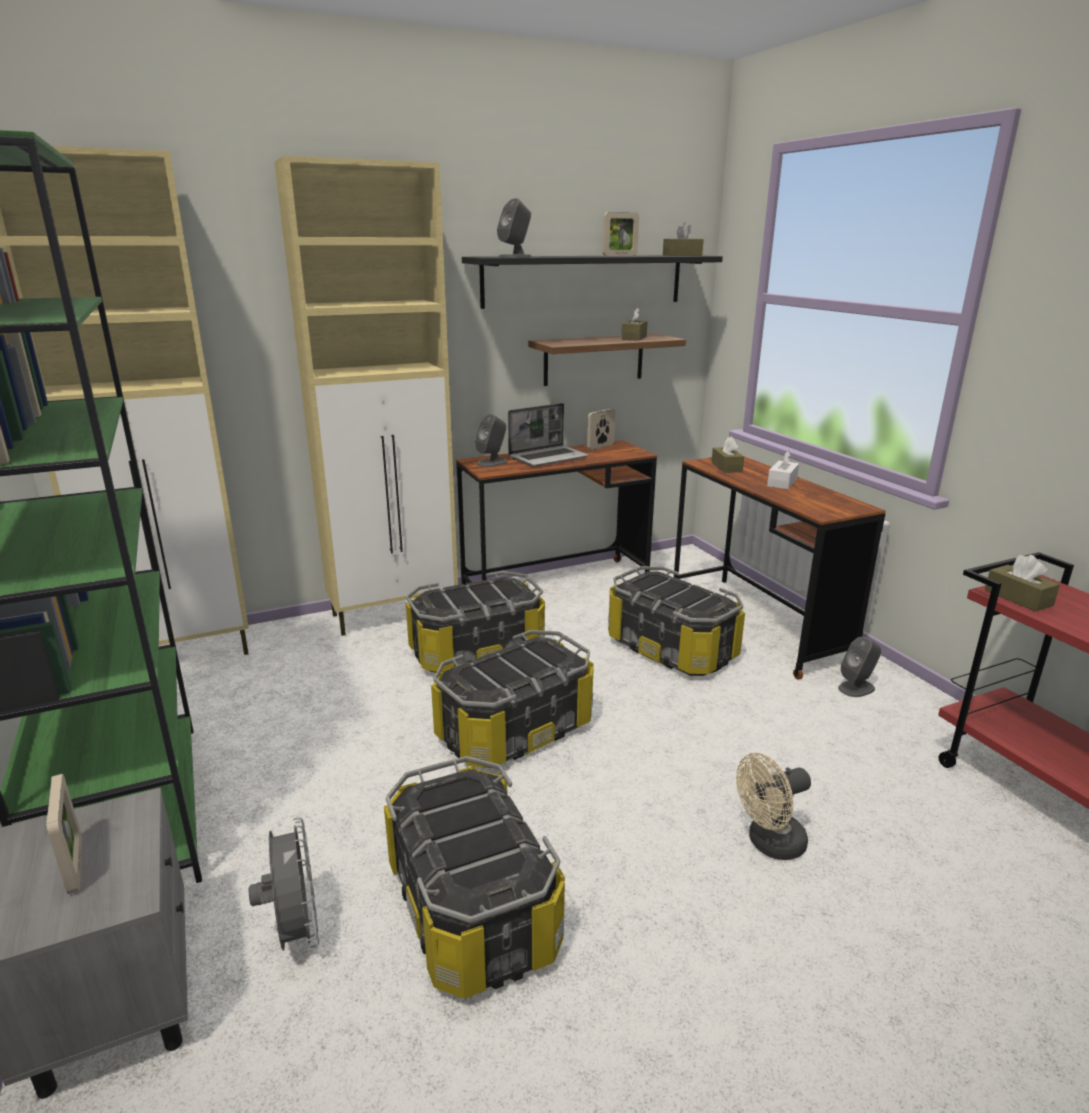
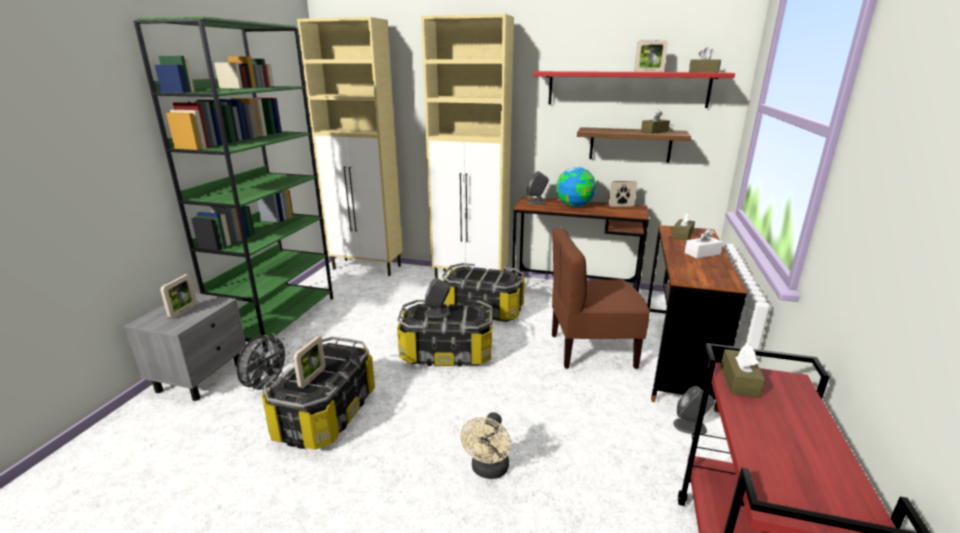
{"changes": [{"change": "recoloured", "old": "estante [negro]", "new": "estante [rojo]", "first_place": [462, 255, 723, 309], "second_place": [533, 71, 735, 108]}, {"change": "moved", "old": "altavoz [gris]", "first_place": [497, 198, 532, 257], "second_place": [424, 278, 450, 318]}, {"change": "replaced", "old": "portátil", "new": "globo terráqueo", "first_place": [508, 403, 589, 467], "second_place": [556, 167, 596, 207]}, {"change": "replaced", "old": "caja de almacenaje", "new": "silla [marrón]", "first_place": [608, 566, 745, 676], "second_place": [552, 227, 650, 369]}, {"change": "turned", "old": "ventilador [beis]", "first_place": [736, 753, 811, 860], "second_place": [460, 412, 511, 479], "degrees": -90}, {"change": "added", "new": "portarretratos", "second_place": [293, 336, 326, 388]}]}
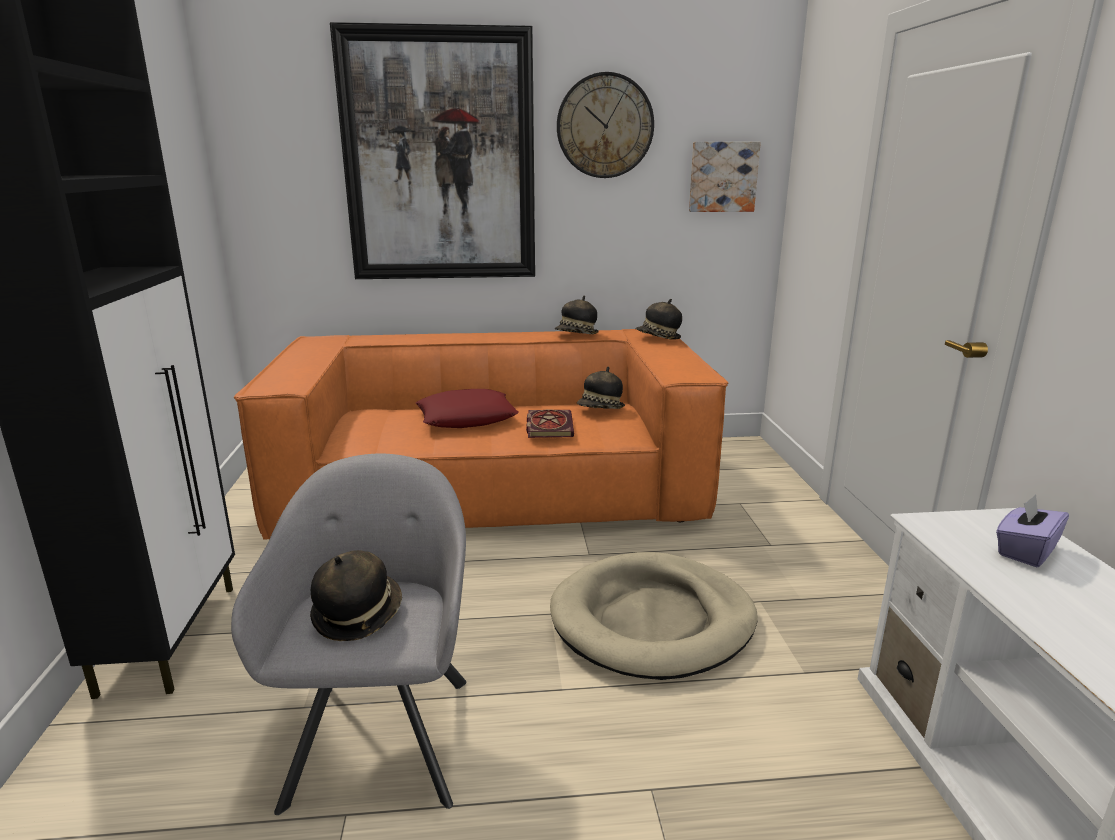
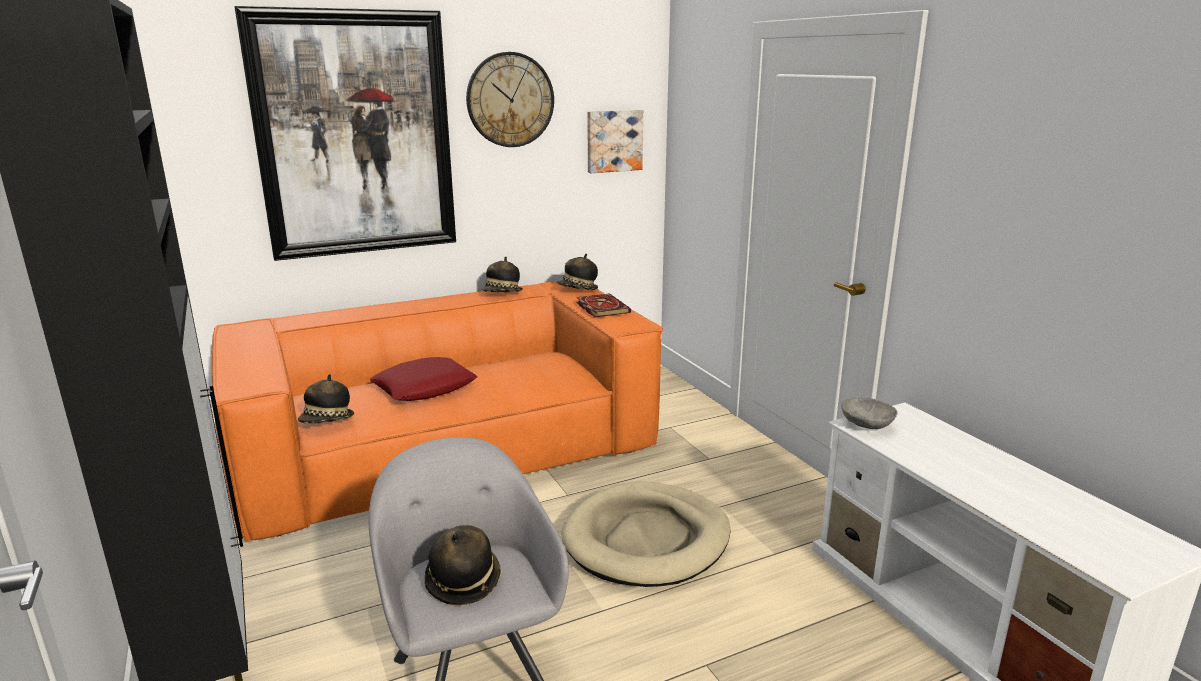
{"changes": [{"change": "moved", "old": "libro", "first_place": [526, 409, 574, 438], "second_place": [576, 293, 631, 318]}, {"change": "moved", "old": "sombrero", "first_place": [577, 366, 625, 409], "second_place": [298, 374, 354, 423]}, {"change": "removed", "old": "caja de pañuelos [morado]", "first_place": [996, 494, 1069, 567]}, {"change": "added", "new": "cuenco [gris]", "second_place": [842, 398, 898, 429]}]}
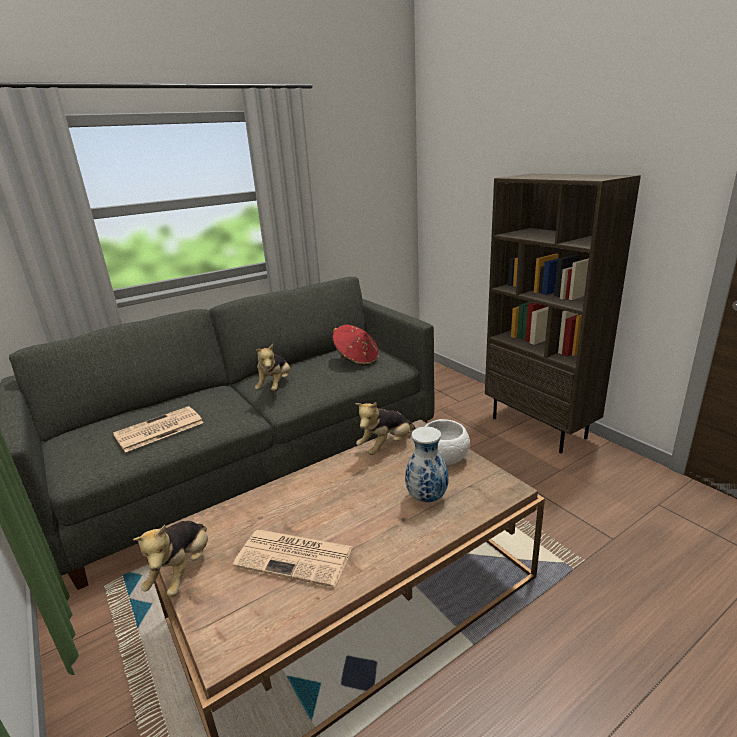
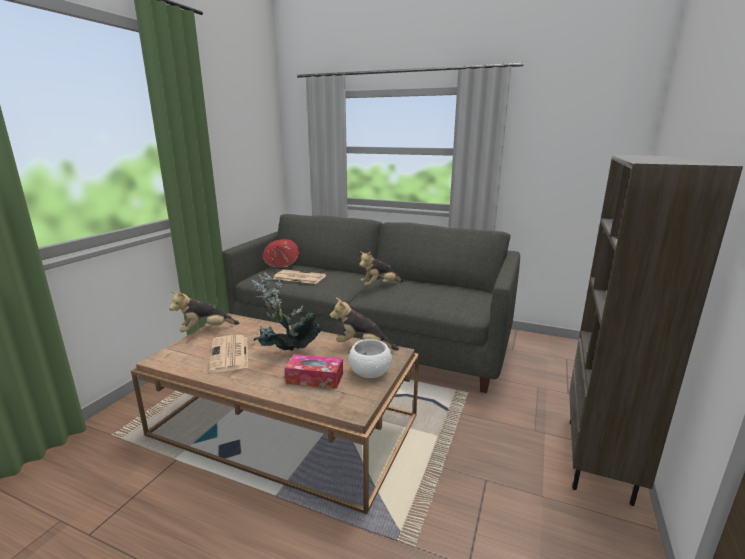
{"changes": [{"change": "moved", "old": "sombrero [rojo]", "first_place": [332, 325, 379, 366], "second_place": [262, 239, 299, 269]}, {"change": "replaced", "old": "florero", "new": "caja de pañuelos", "first_place": [405, 427, 448, 503], "second_place": [285, 354, 343, 389]}, {"change": "added", "new": "planta en maceta", "second_place": [252, 272, 321, 351]}]}
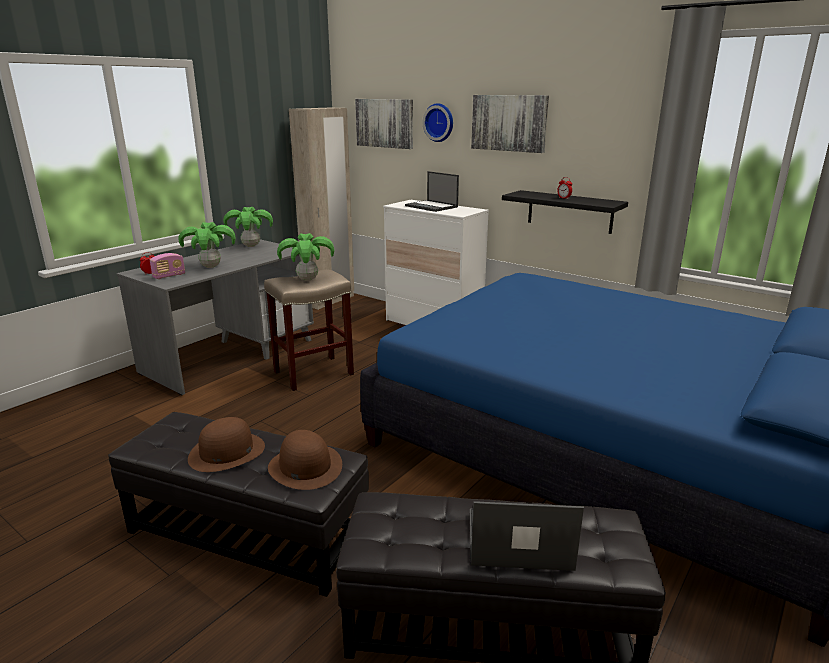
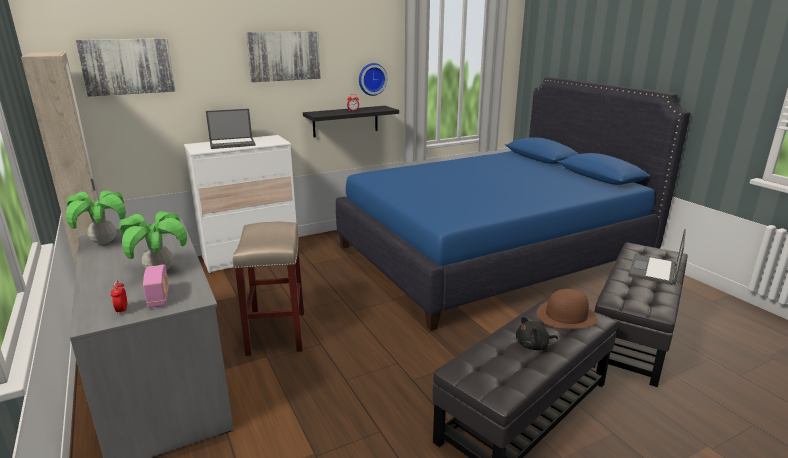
{"changes": [{"change": "replaced", "old": "sombrero [marrón]", "new": "peluche [negro]", "first_place": [188, 417, 265, 472], "second_place": [516, 316, 558, 350]}, {"change": "removed", "old": "planta en maceta", "first_place": [277, 233, 334, 281]}, {"change": "moved", "old": "reloj de pared", "first_place": [423, 103, 453, 142], "second_place": [359, 63, 387, 96]}]}
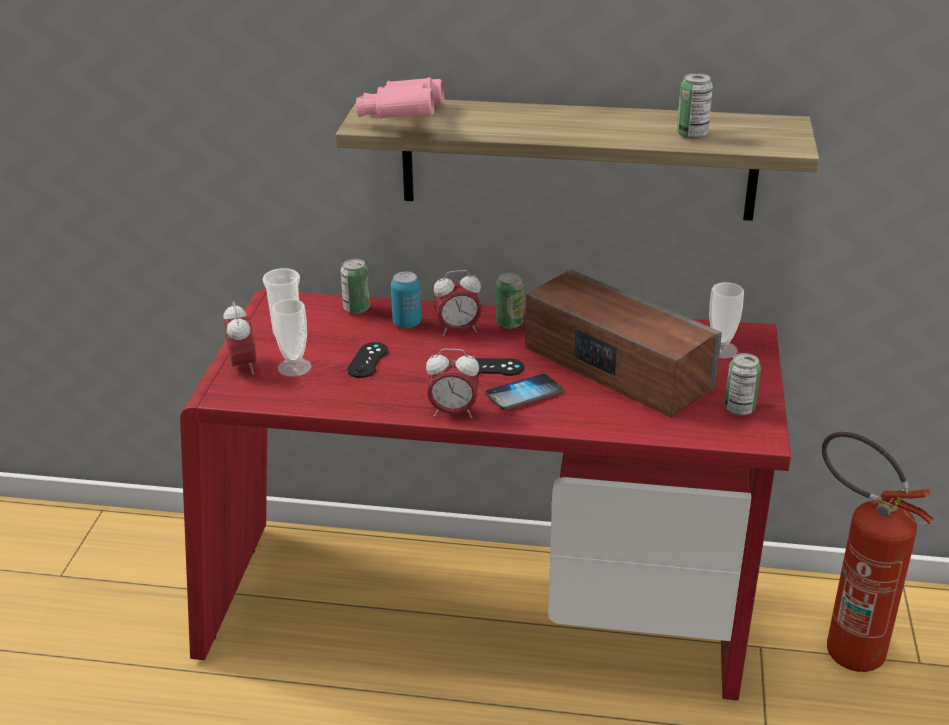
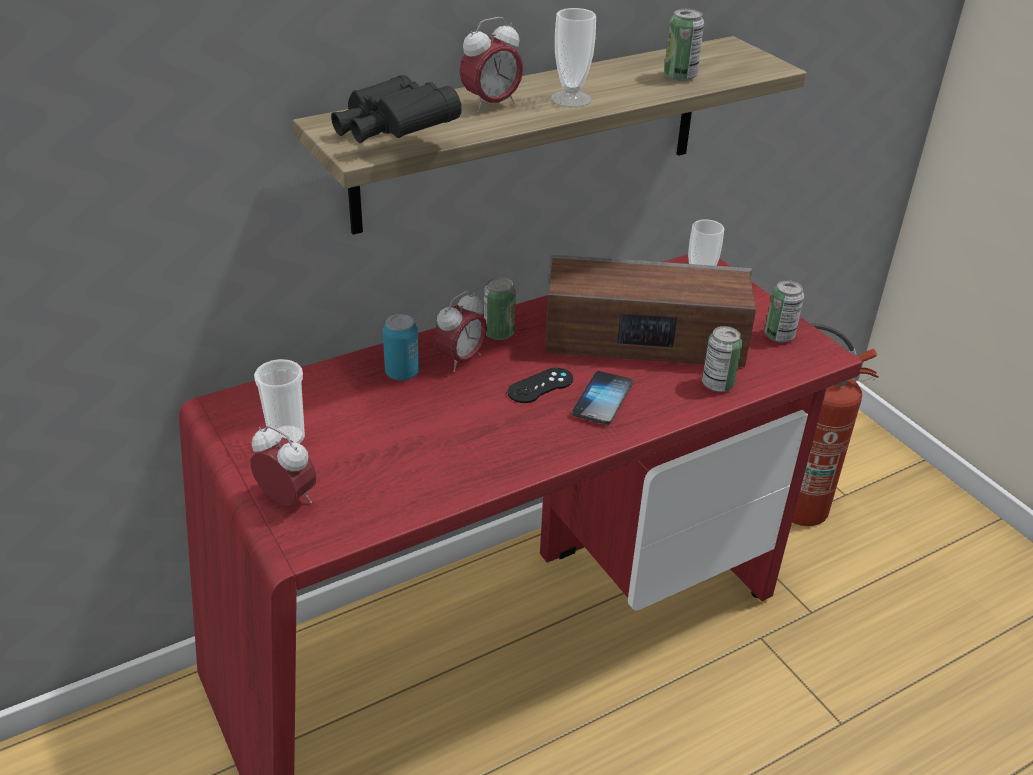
{"changes": [{"change": "moved", "old": "taza", "first_place": [272, 299, 312, 377], "second_place": [551, 8, 596, 107]}, {"change": "moved", "old": "lata", "first_place": [341, 259, 370, 314], "second_place": [702, 326, 742, 392]}, {"change": "removed", "old": "mando de consola [negro]", "first_place": [347, 342, 388, 378]}, {"change": "recoloured", "old": "prismáticos [rosa]", "new": "prismáticos [negro]", "first_place": [356, 77, 444, 119], "second_place": [331, 75, 462, 143]}, {"change": "moved", "old": "despertador", "first_place": [426, 349, 479, 418], "second_place": [460, 17, 523, 113]}]}
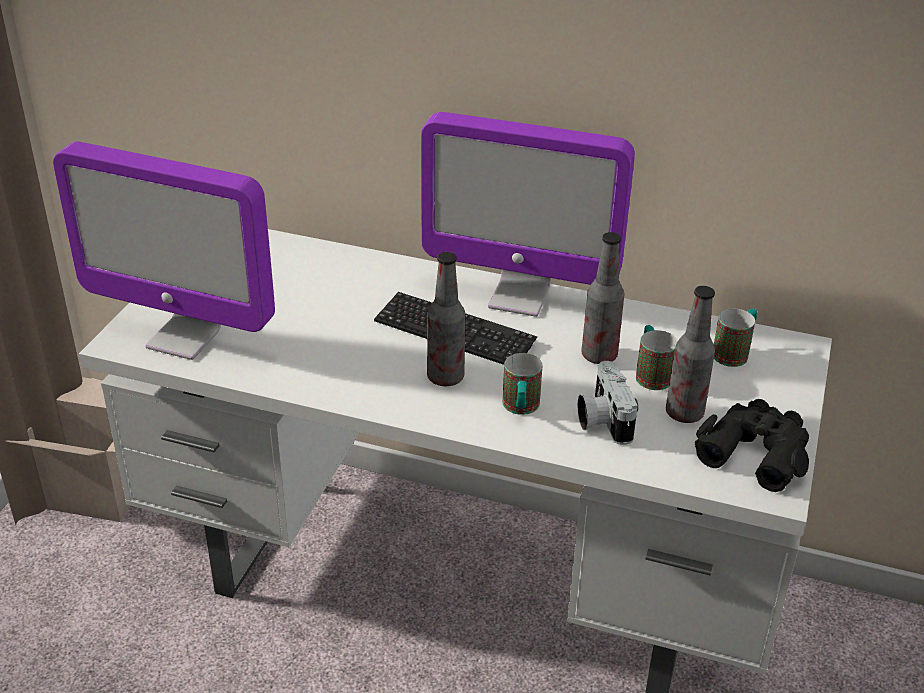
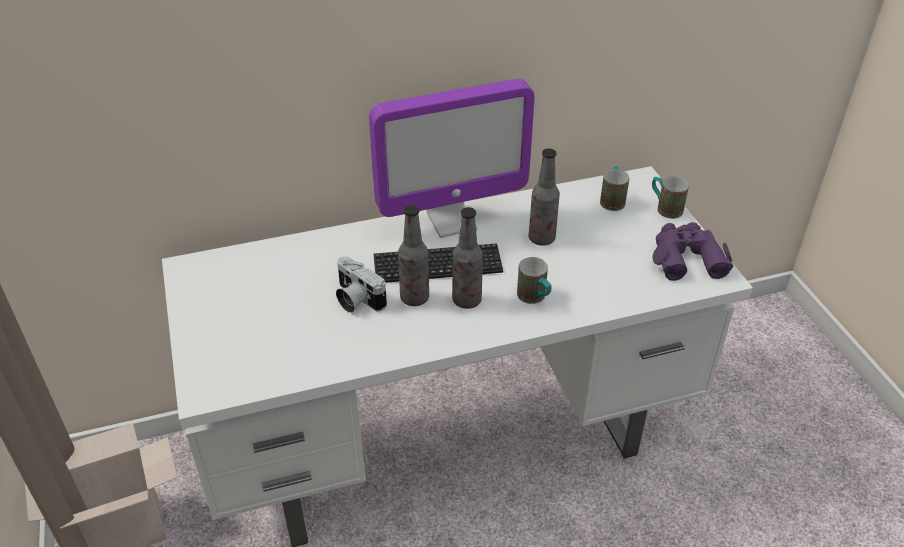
{"changes": [{"change": "removed", "old": "monitor", "first_place": [53, 141, 275, 360]}, {"change": "moved", "old": "cámara", "first_place": [578, 361, 638, 445], "second_place": [336, 256, 387, 313]}, {"change": "moved", "old": "taza grande", "first_place": [636, 325, 677, 390], "second_place": [652, 177, 689, 219]}, {"change": "moved", "old": "botella", "first_place": [666, 286, 715, 423], "second_place": [398, 205, 429, 306]}, {"change": "recoloured", "old": "prismáticos [negro]", "new": "prismáticos [morado]", "first_place": [695, 399, 809, 492], "second_place": [652, 222, 733, 281]}]}
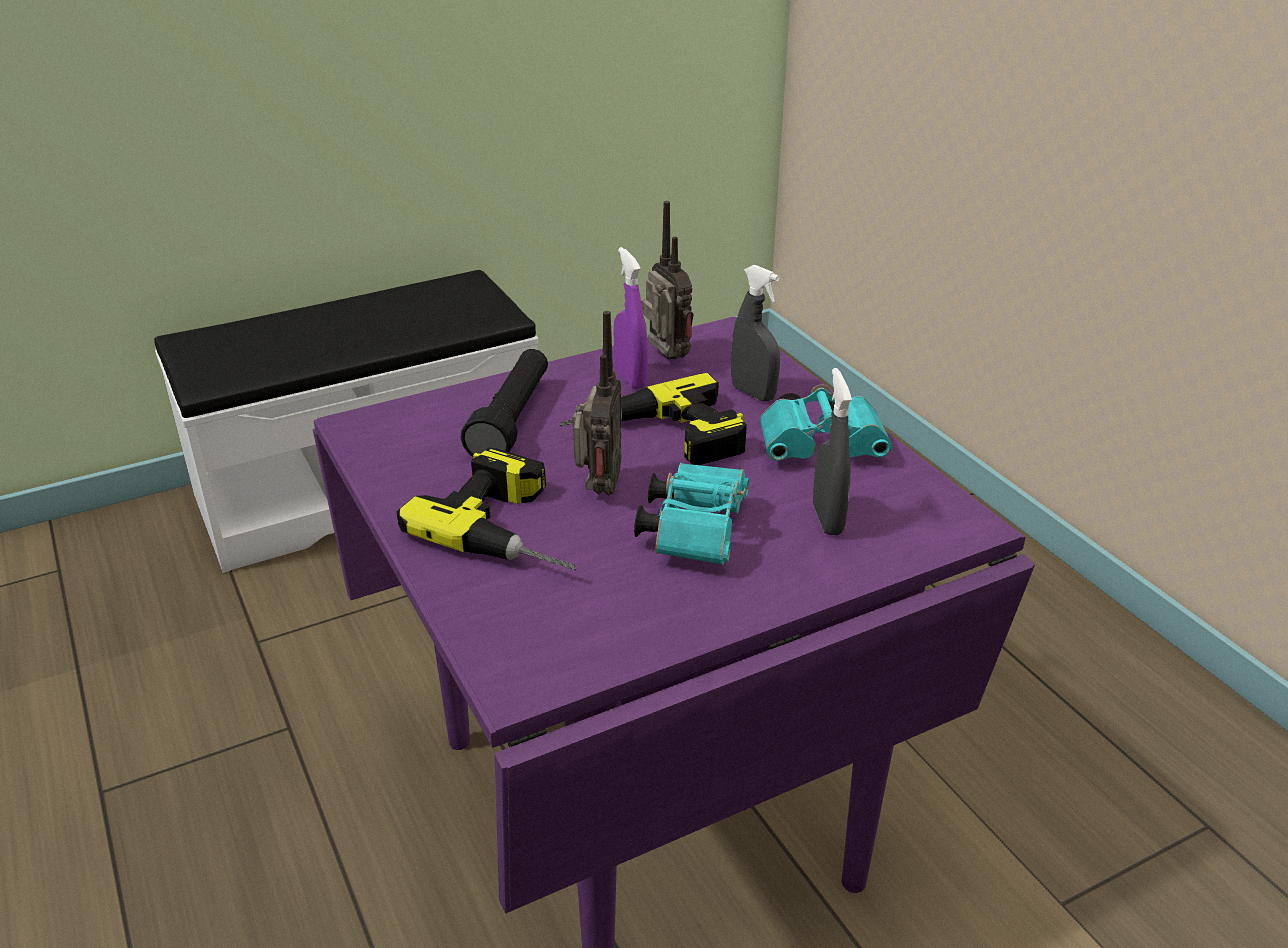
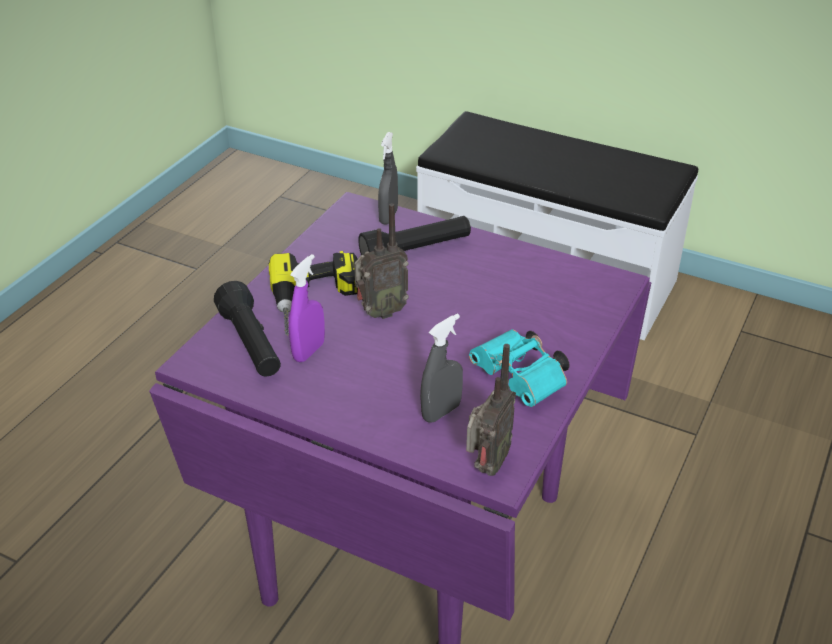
{"changes": [{"change": "removed", "old": "taladro", "first_place": [559, 373, 747, 465]}, {"change": "moved", "old": "pulverizador [morado]", "first_place": [613, 247, 648, 389], "second_place": [289, 254, 325, 362]}, {"change": "removed", "old": "prismáticos [turquesa]", "first_place": [634, 463, 749, 565]}, {"change": "moved", "old": "radio", "first_place": [641, 201, 694, 360], "second_place": [466, 344, 516, 476]}, {"change": "moved", "old": "pulverizador [gris]", "first_place": [731, 264, 780, 402], "second_place": [378, 132, 398, 224]}, {"change": "added", "new": "linterna [negro]", "second_place": [214, 281, 281, 377]}]}
